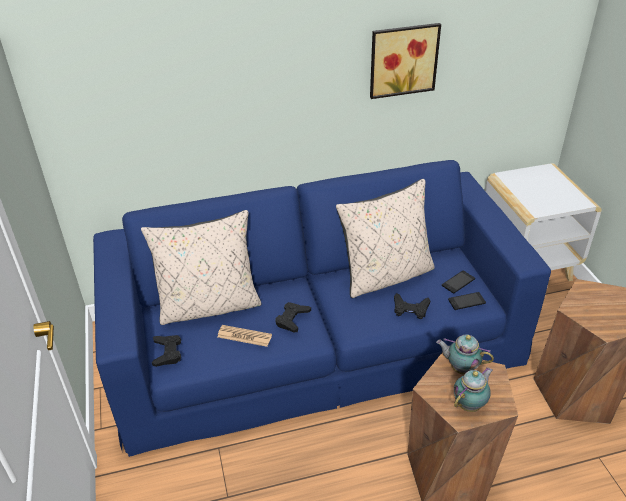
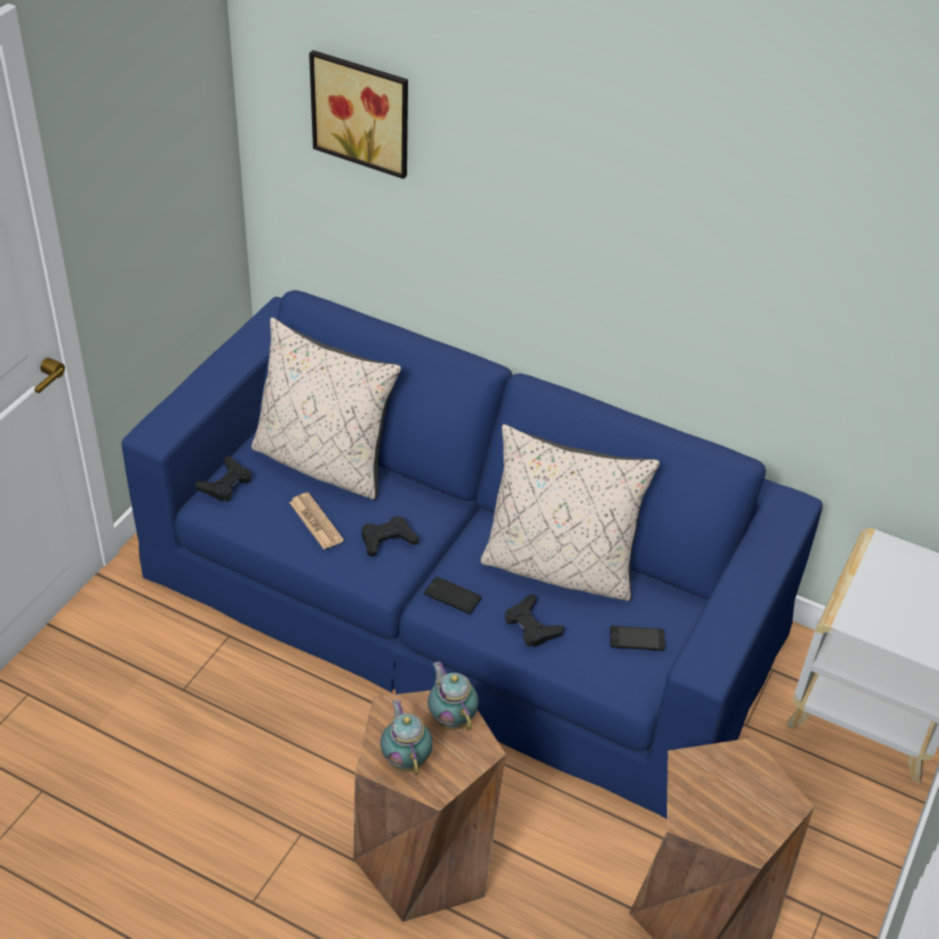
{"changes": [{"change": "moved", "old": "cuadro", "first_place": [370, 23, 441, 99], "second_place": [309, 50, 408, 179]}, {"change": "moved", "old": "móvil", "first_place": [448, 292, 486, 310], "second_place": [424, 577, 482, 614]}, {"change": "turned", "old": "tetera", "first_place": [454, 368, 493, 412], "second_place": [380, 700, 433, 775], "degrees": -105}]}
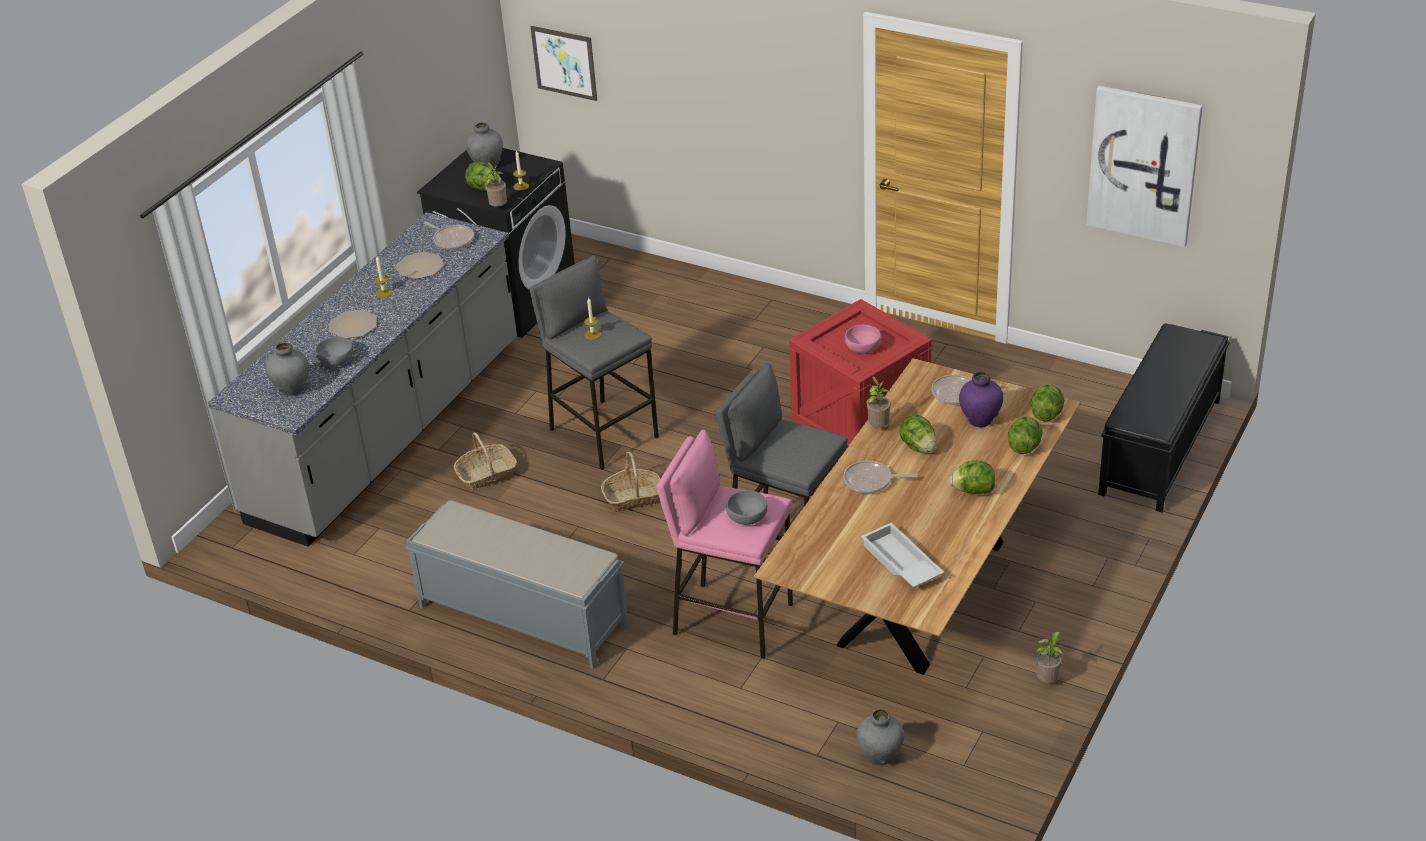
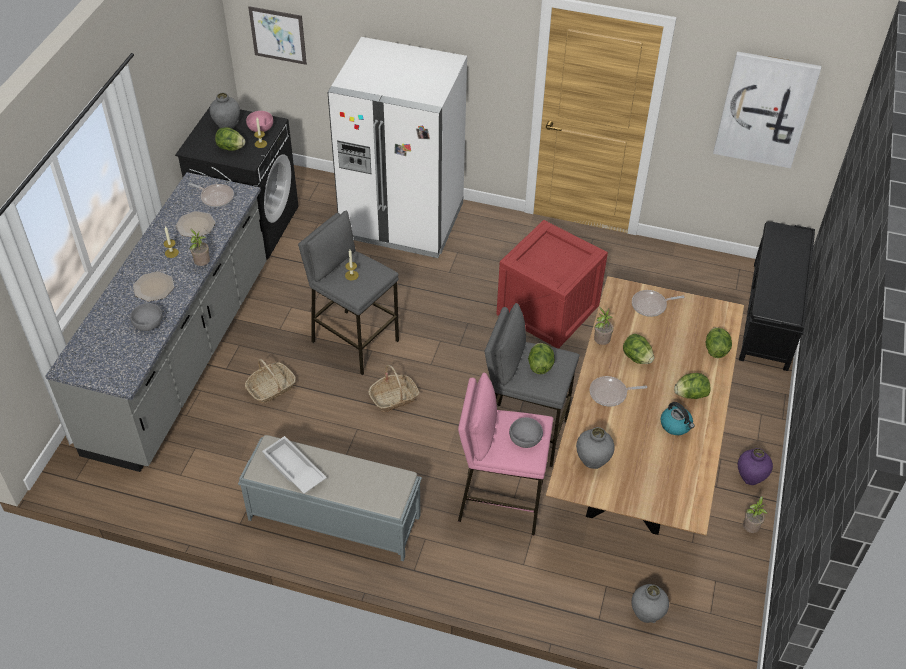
{"changes": [{"change": "moved", "old": "florero [gris]", "first_place": [265, 342, 309, 396], "second_place": [576, 427, 614, 469]}, {"change": "moved", "old": "planta en maceta", "first_place": [485, 162, 507, 207], "second_place": [190, 229, 210, 266]}, {"change": "moved", "old": "cuenco [rosa]", "first_place": [845, 325, 881, 354], "second_place": [246, 111, 273, 132]}, {"change": "moved", "old": "bandeja [blanco]", "first_place": [861, 523, 944, 588], "second_place": [262, 436, 327, 494]}, {"change": "moved", "old": "florero [morado]", "first_place": [959, 372, 1003, 427], "second_place": [738, 448, 773, 485]}, {"change": "moved", "old": "lechuga", "first_place": [1031, 384, 1065, 421], "second_place": [528, 343, 555, 374]}, {"change": "added", "new": "nevera [blanco]", "second_place": [327, 37, 467, 258]}, {"change": "added", "new": "hervidor", "second_place": [661, 402, 694, 435]}]}
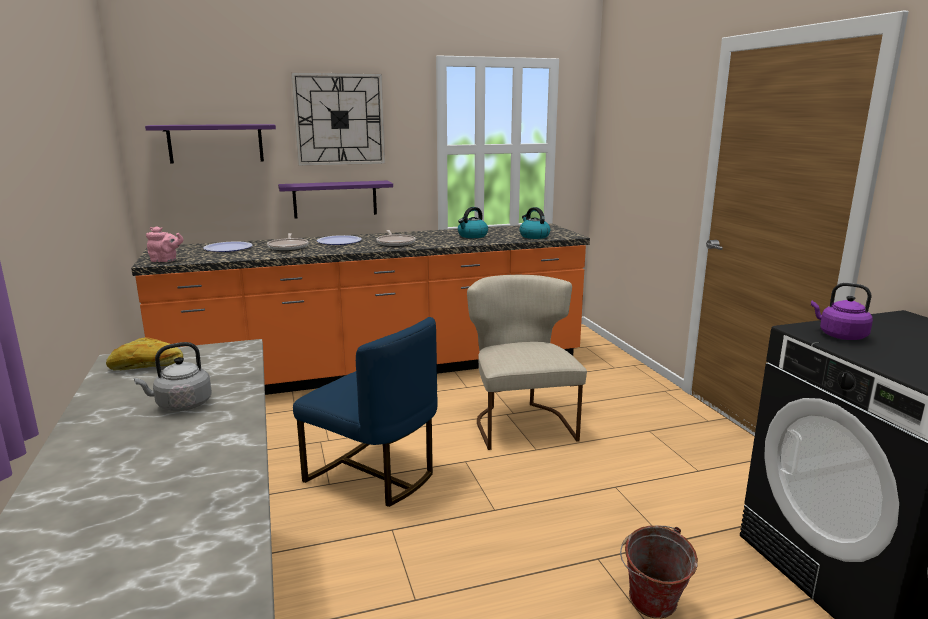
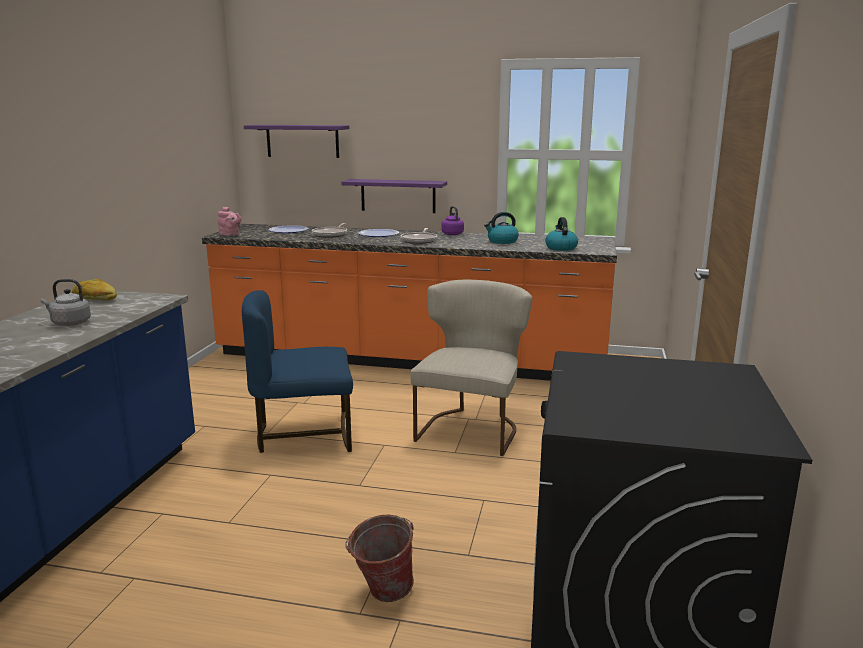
{"changes": [{"change": "removed", "old": "reloj de pared", "first_place": [291, 72, 385, 166]}, {"change": "turned", "old": "silla [azul]", "first_place": [293, 317, 438, 507], "second_place": [242, 290, 353, 453], "degrees": 105}, {"change": "moved", "old": "hervidor [morado]", "first_place": [811, 283, 873, 340], "second_place": [441, 206, 464, 235]}]}
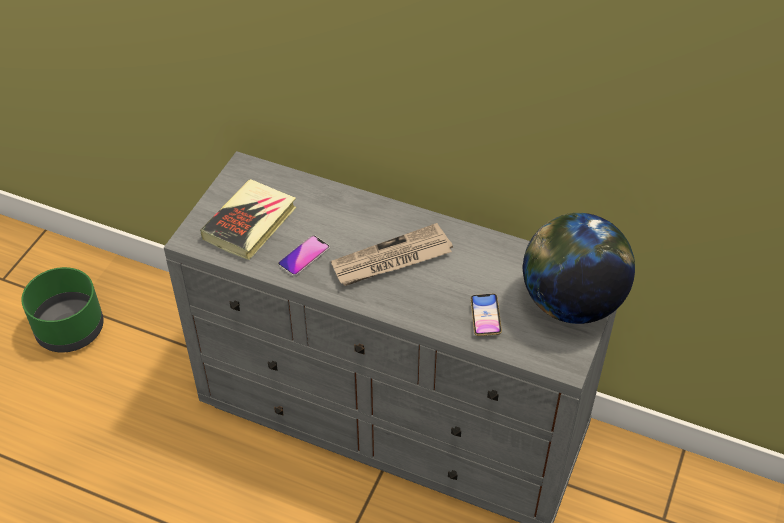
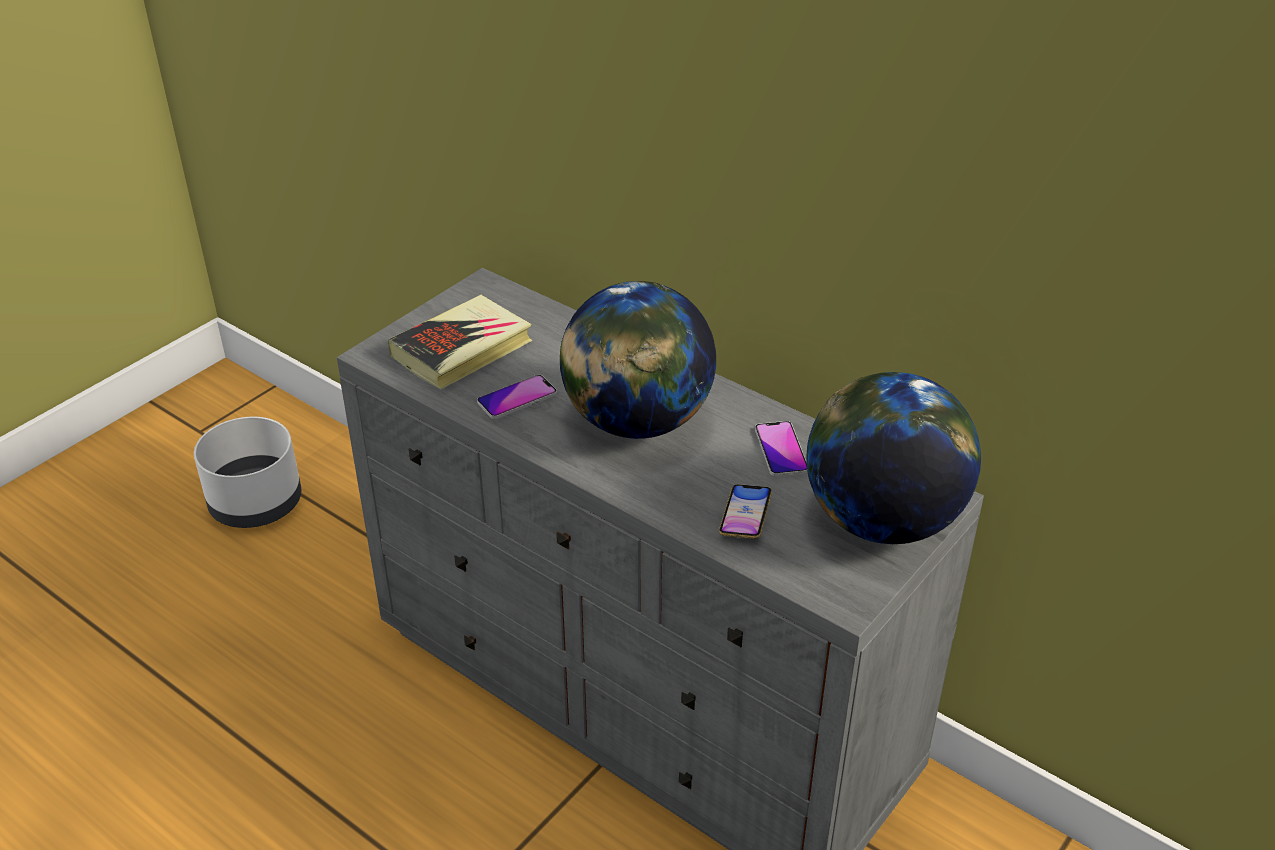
{"changes": [{"change": "recoloured", "old": "maceta [verde]", "new": "maceta [blanco]", "first_place": [21, 267, 104, 353], "second_place": [194, 417, 301, 528]}, {"change": "replaced", "old": "periódico", "new": "globo terráqueo", "first_place": [331, 223, 453, 286], "second_place": [560, 281, 716, 439]}, {"change": "added", "new": "móvil", "second_place": [755, 421, 807, 477]}]}
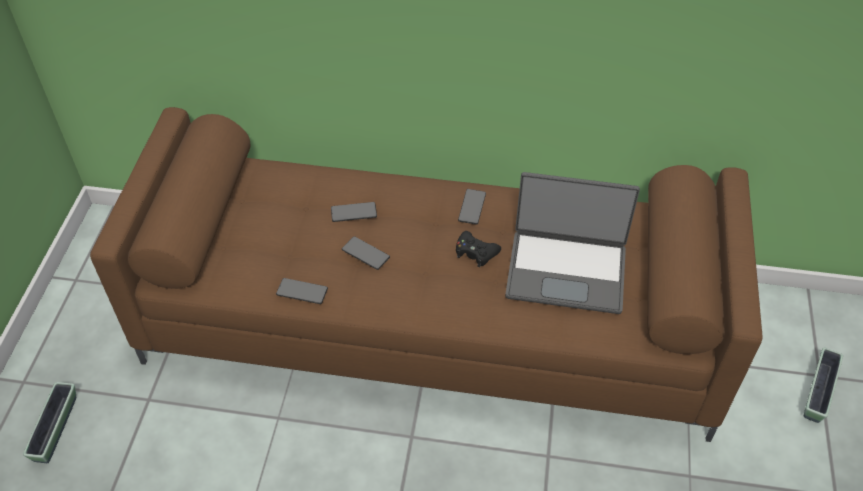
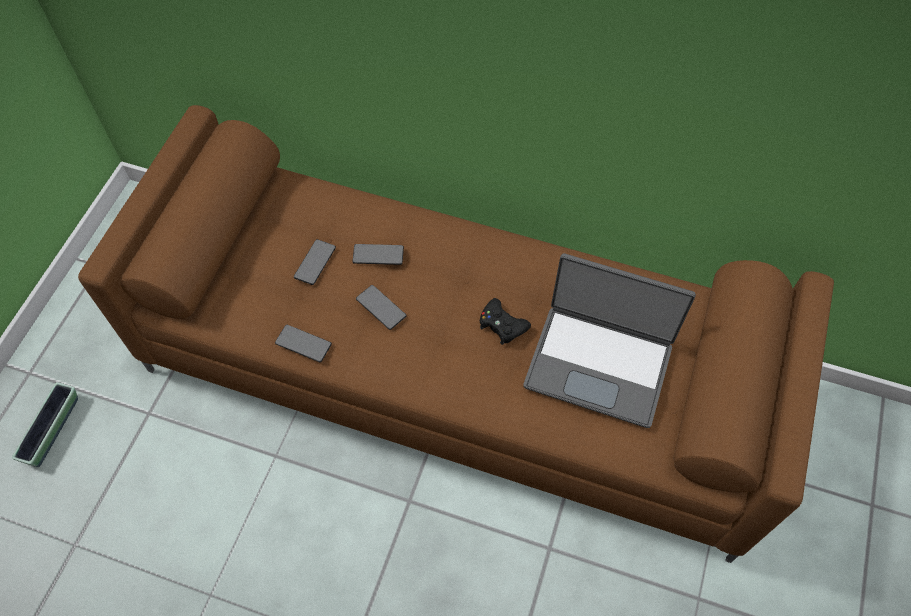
{"changes": [{"change": "moved", "old": "móvil", "first_place": [458, 189, 486, 225], "second_place": [294, 239, 336, 285]}, {"change": "removed", "old": "maceta", "first_place": [804, 348, 843, 423]}]}
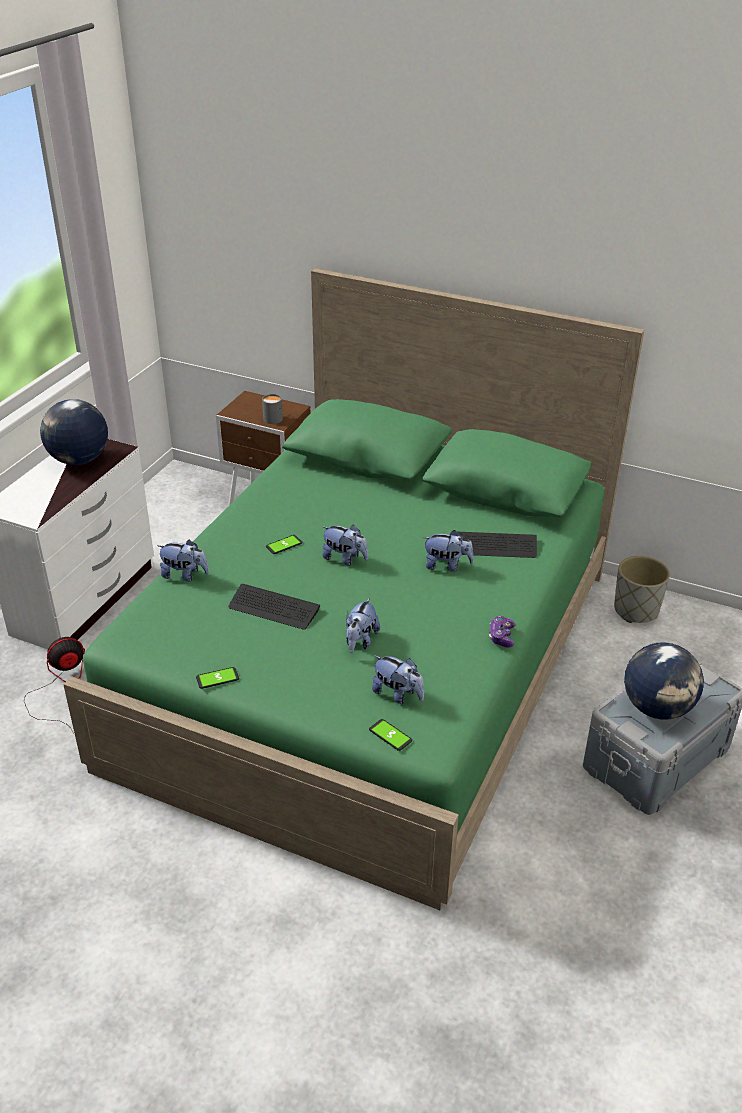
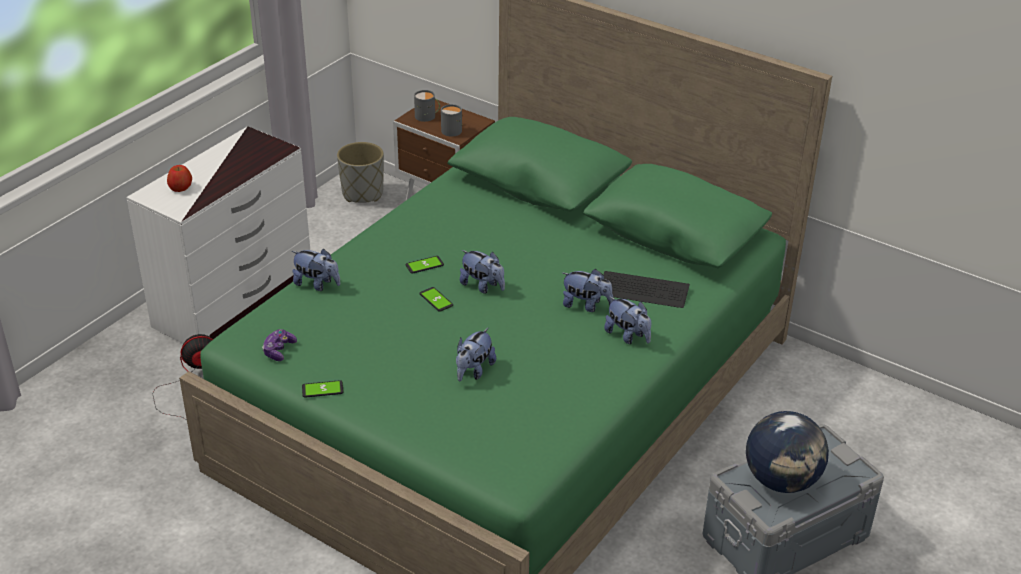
{"changes": [{"change": "removed", "old": "globo terráqueo", "first_place": [40, 399, 108, 465]}, {"change": "removed", "old": "teclado", "first_place": [228, 584, 320, 630]}, {"change": "moved", "old": "móvil", "first_place": [369, 719, 412, 751], "second_place": [419, 287, 453, 312]}, {"change": "moved", "old": "peluche", "first_place": [372, 655, 424, 704], "second_place": [604, 297, 651, 344]}, {"change": "moved", "old": "mando de consola", "first_place": [489, 616, 516, 648], "second_place": [262, 329, 297, 361]}, {"change": "moved", "old": "maceta [gris]", "first_place": [614, 556, 670, 623], "second_place": [337, 142, 384, 203]}, {"change": "added", "new": "manzana", "second_place": [167, 165, 192, 192]}, {"change": "added", "new": "taza grande [gris]", "second_place": [414, 90, 440, 122]}]}
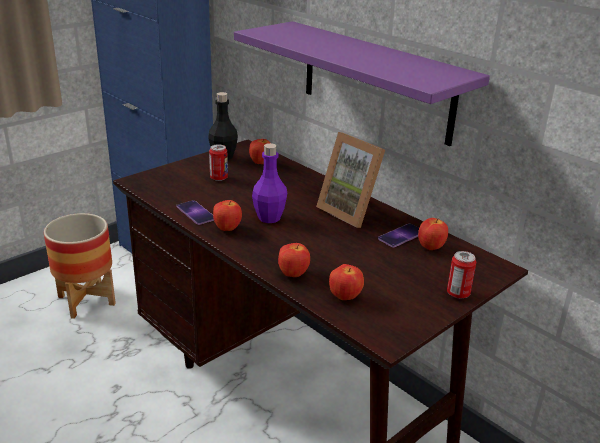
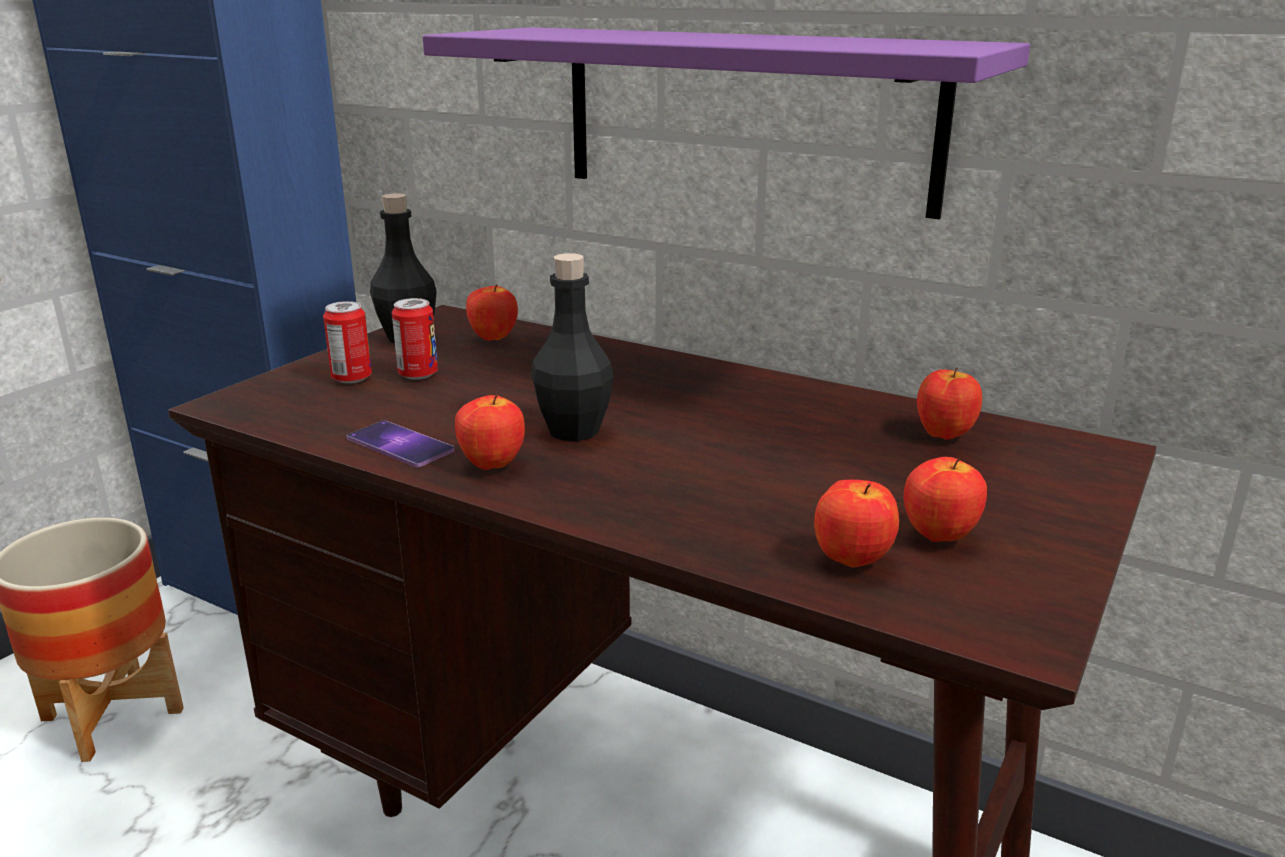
{"changes": [{"change": "recoloured", "old": "botella [morado]", "new": "botella [negro]", "first_place": [252, 143, 287, 223], "second_place": [531, 253, 613, 441]}, {"change": "moved", "old": "manzana", "first_place": [278, 243, 310, 277], "second_place": [903, 457, 987, 542]}, {"change": "removed", "old": "portarretratos", "first_place": [316, 132, 385, 228]}, {"change": "removed", "old": "móvil", "first_place": [378, 223, 419, 248]}, {"change": "moved", "old": "lata", "first_place": [447, 251, 476, 298], "second_place": [323, 301, 372, 384]}]}
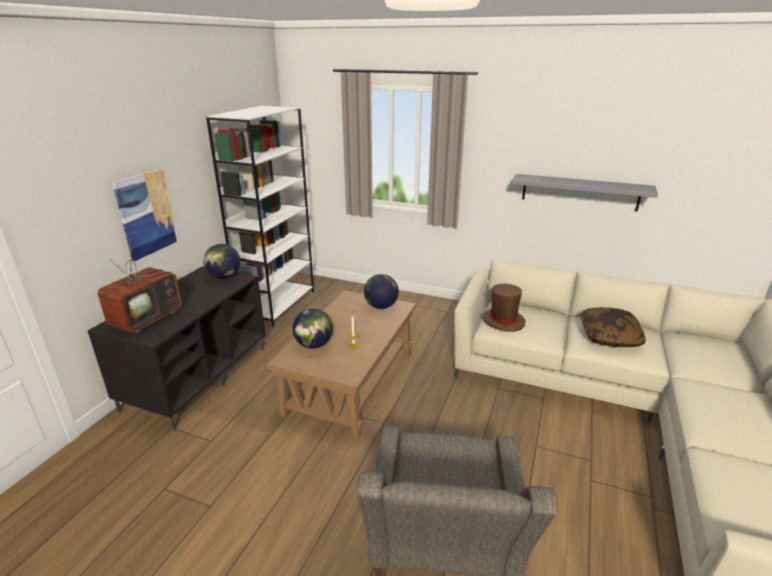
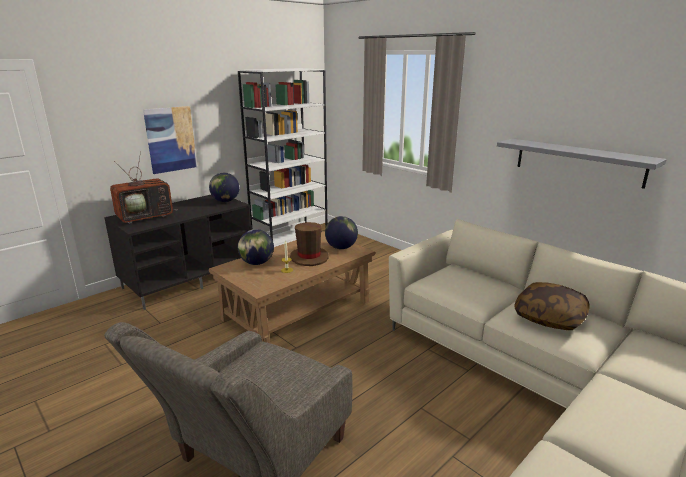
{"changes": [{"change": "moved", "old": "sombrero [marrón]", "first_place": [483, 284, 526, 332], "second_place": [290, 222, 329, 266]}]}
